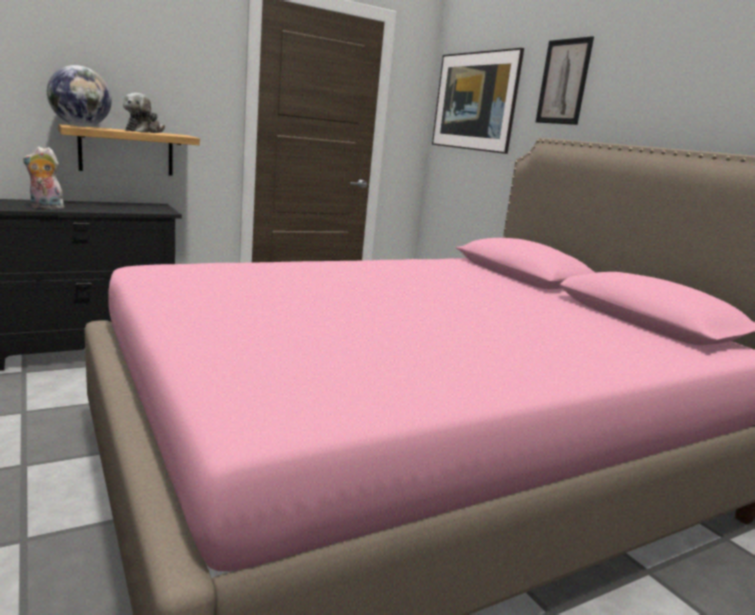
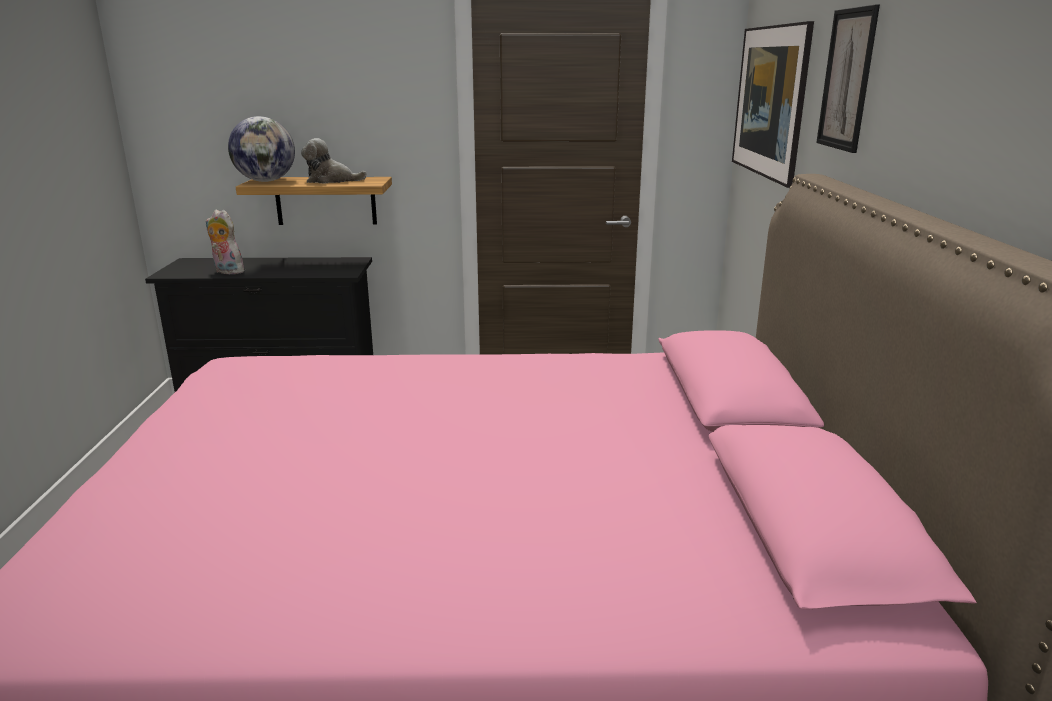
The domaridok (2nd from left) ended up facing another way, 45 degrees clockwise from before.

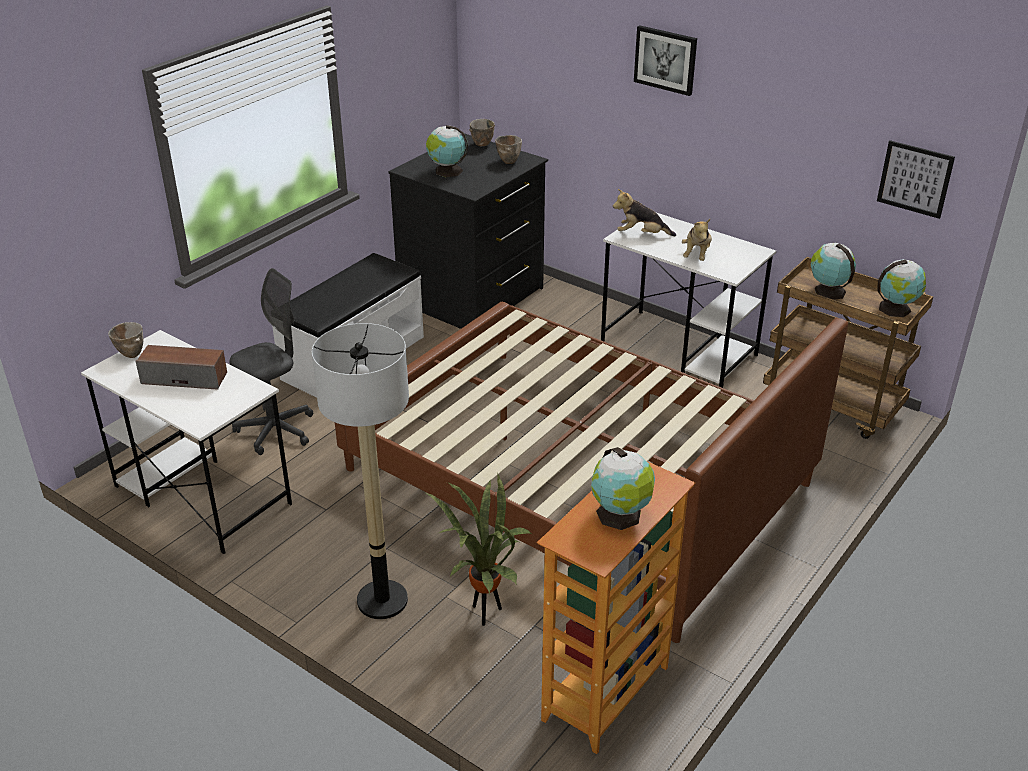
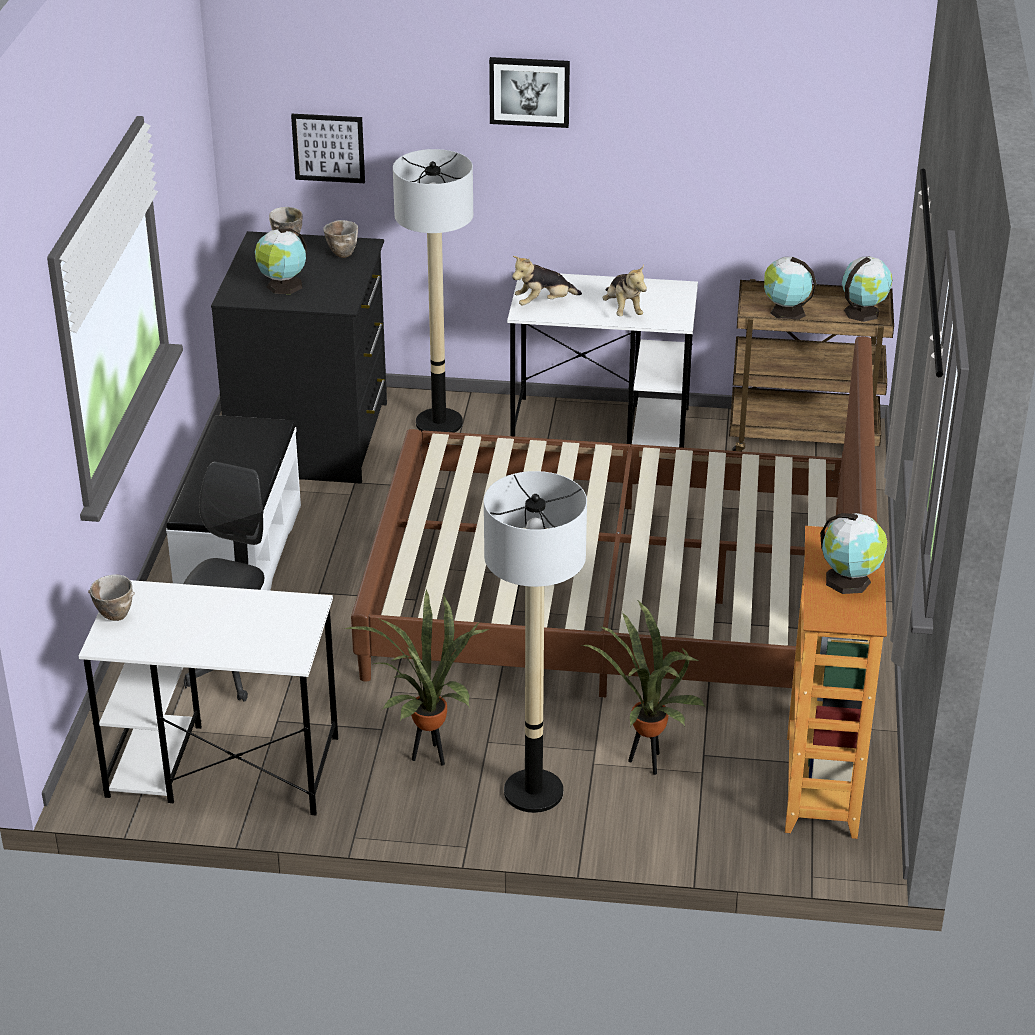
The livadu (2nd from left in the first image) ended up elsewhere. The second view lost the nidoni. The second view gained the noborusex (1st from left). The second view gained the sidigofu (1st from left).

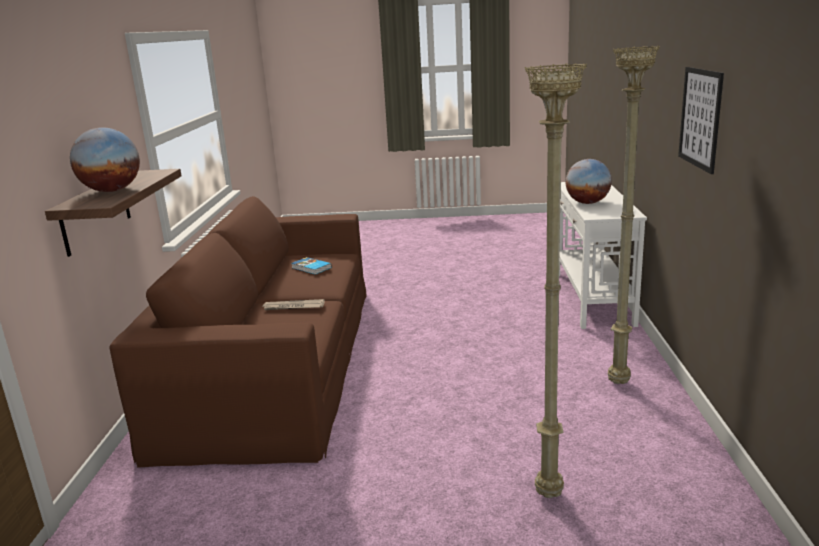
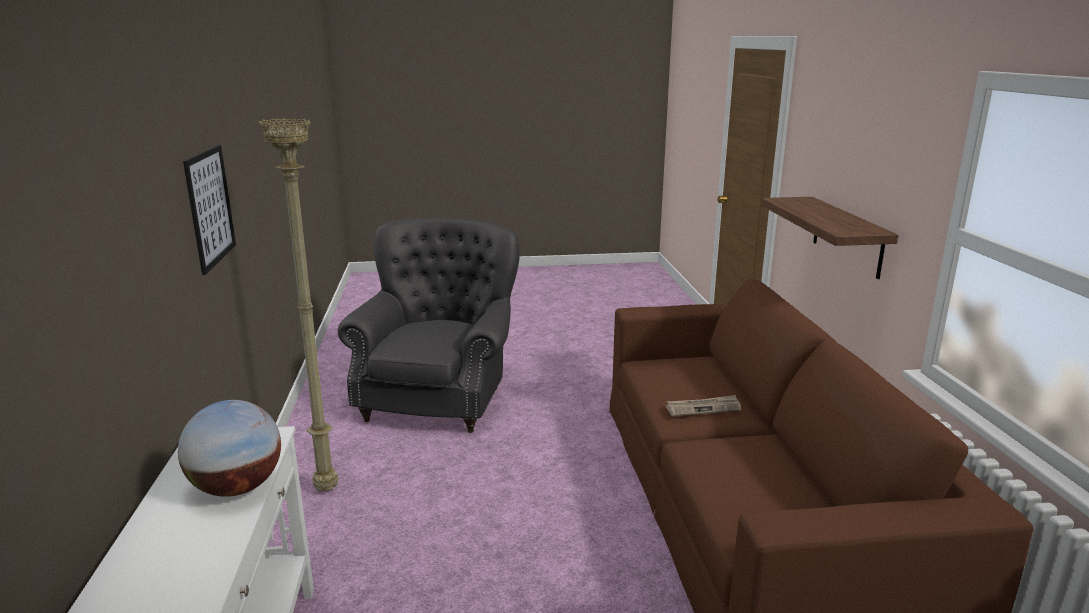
Where the beige noborusex (1st from left) stood, the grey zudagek came to stand. The second view lost the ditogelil (1st from left). The second view lost the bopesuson.

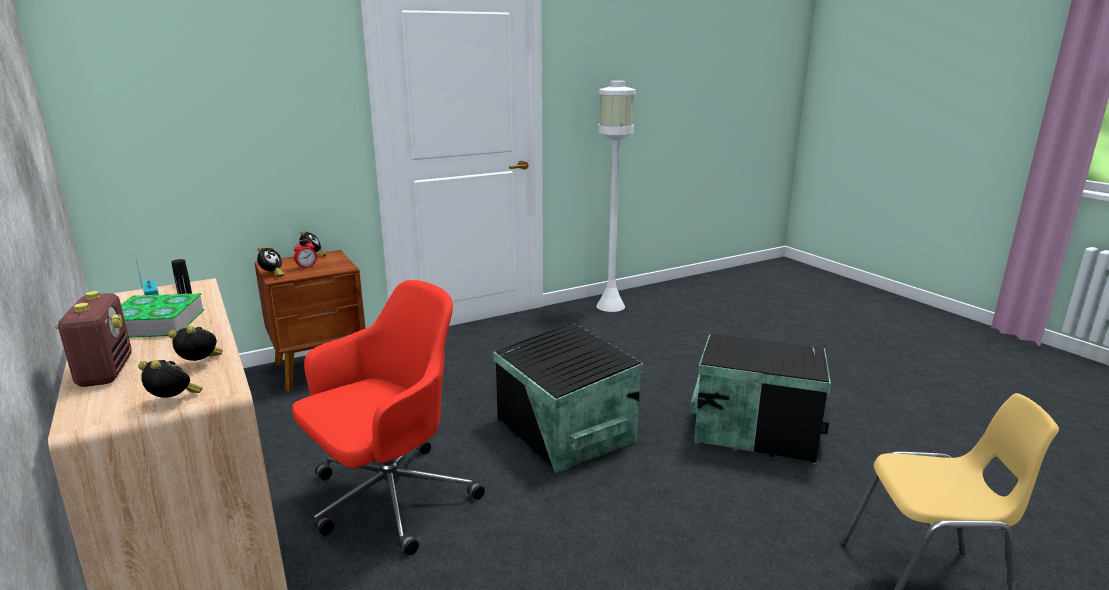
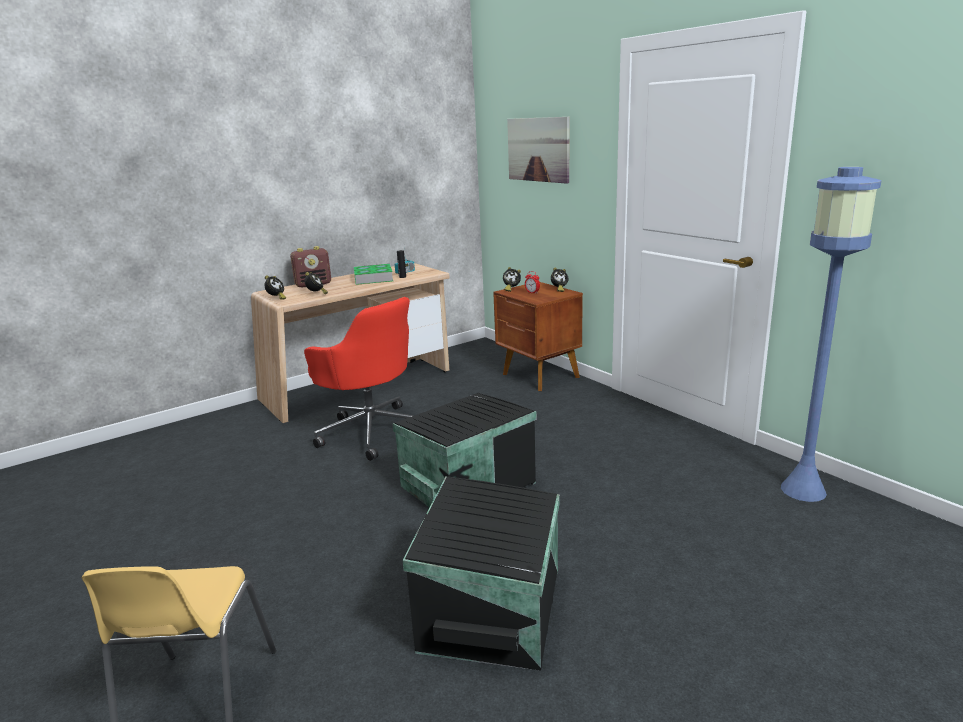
What was the white noborusex turned into the blue noborusex. The second view gained the livadu.

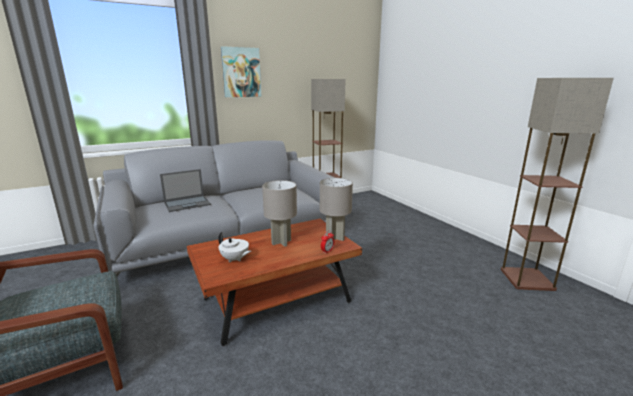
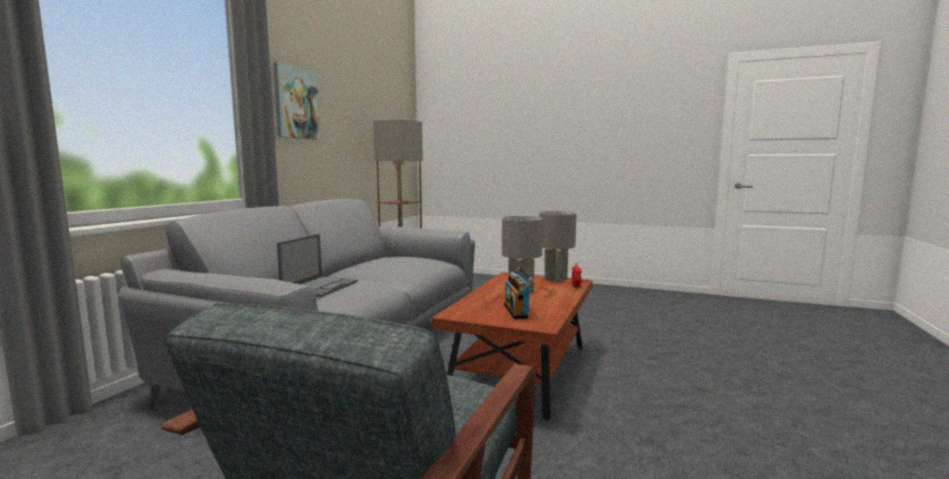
The second view lost the noborusex (2nd from left). Where the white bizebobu stood, the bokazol came to stand.

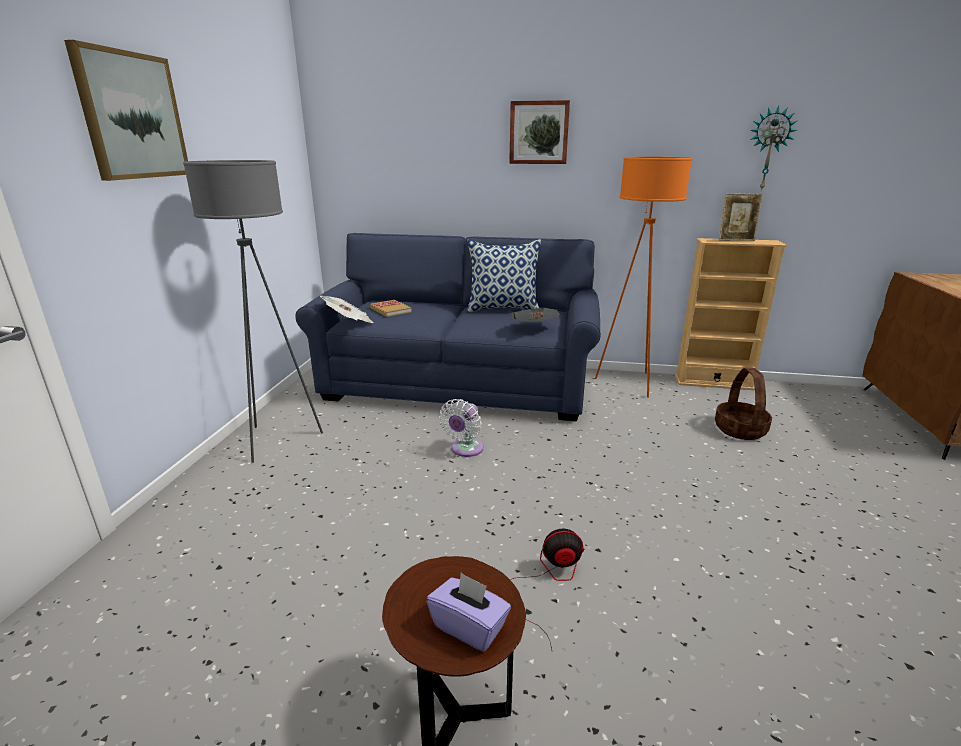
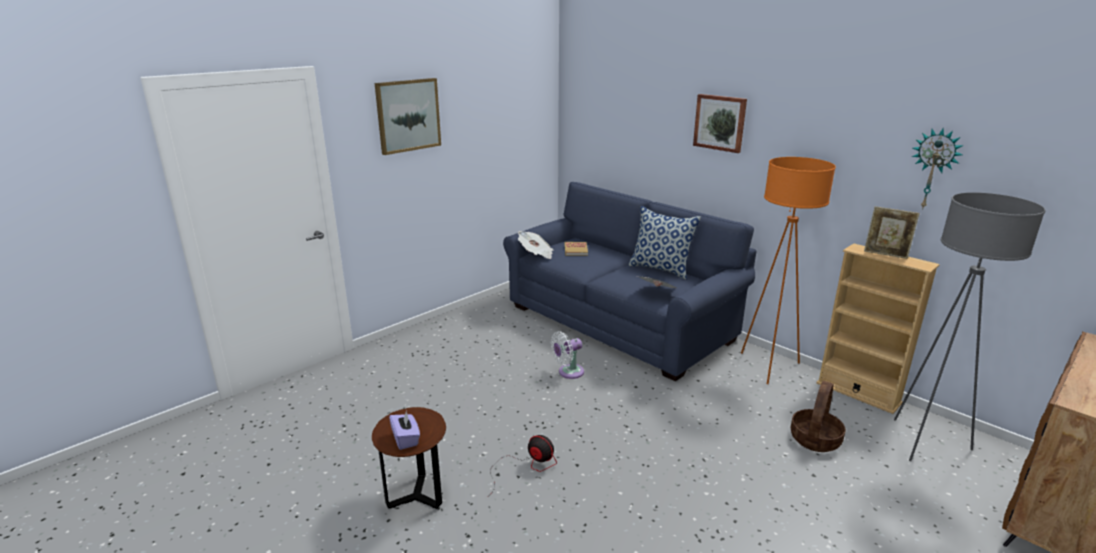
The grey noborusex ended up elsewhere.

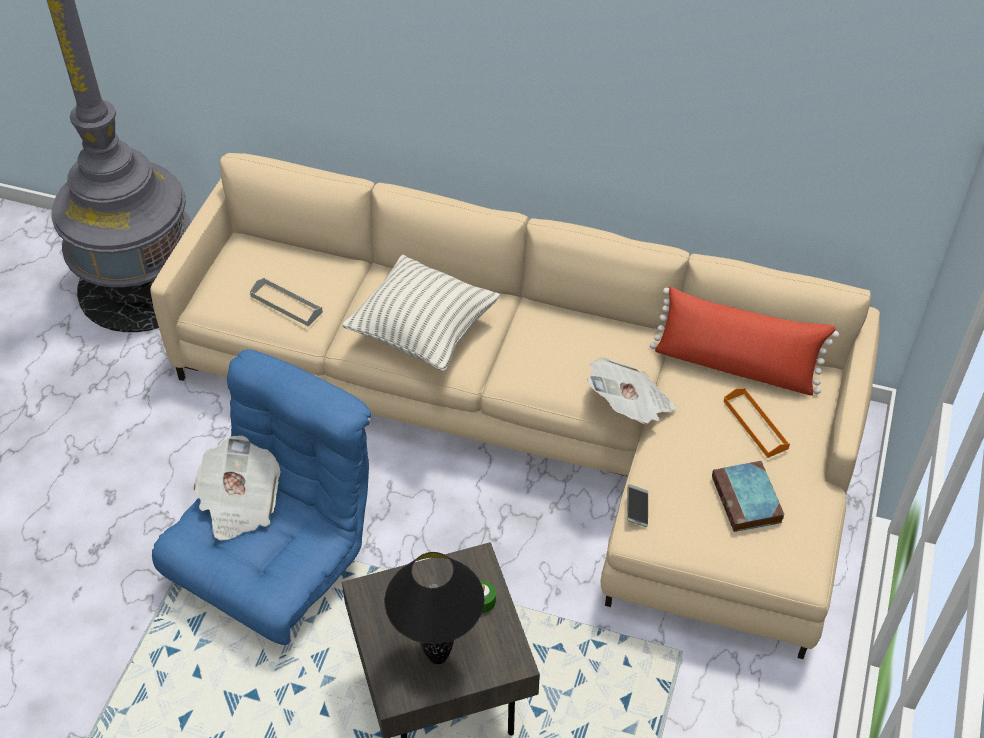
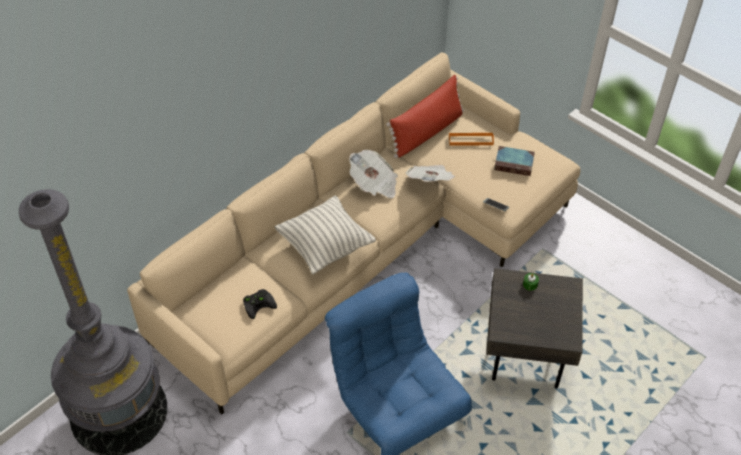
Where the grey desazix stood, the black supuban came to stand. The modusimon (1st from left) ended up elsewhere. The second view lost the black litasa.

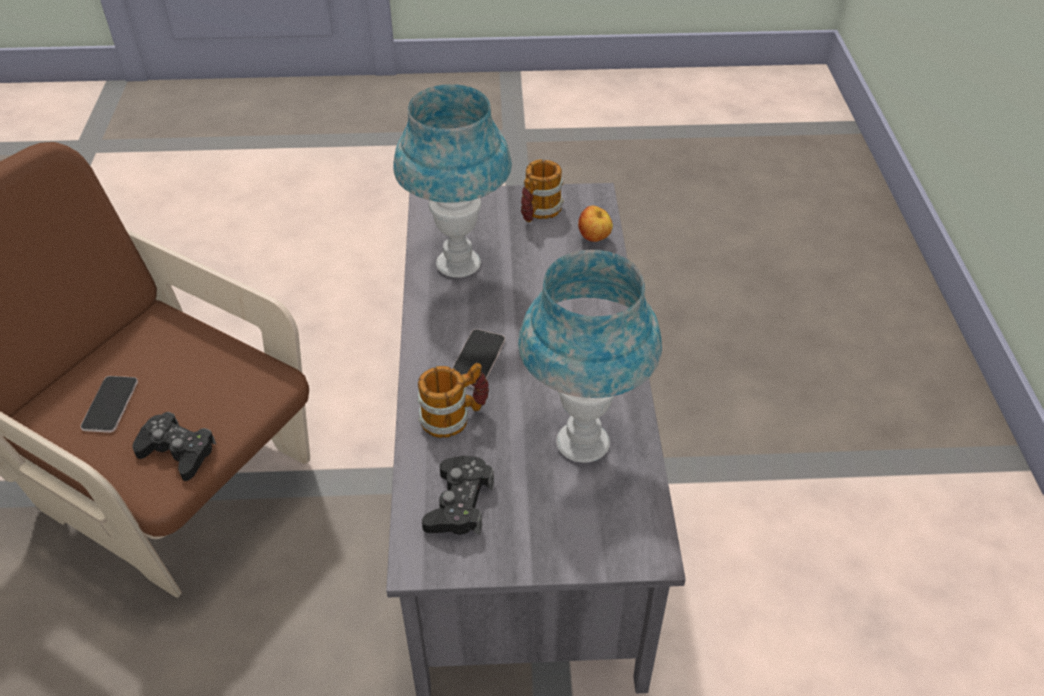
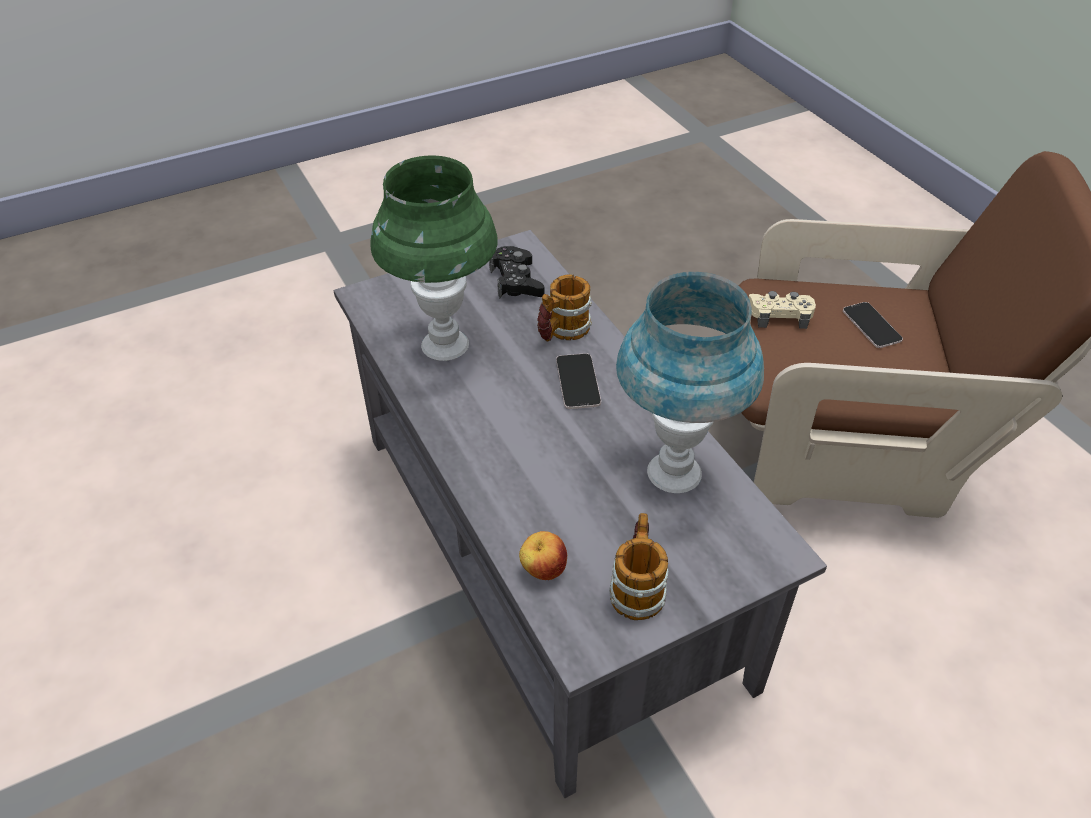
What was the blue litasa (2nd from left) turned into the green litasa. What was the black supuban (1st from left) turned into the beige supuban.

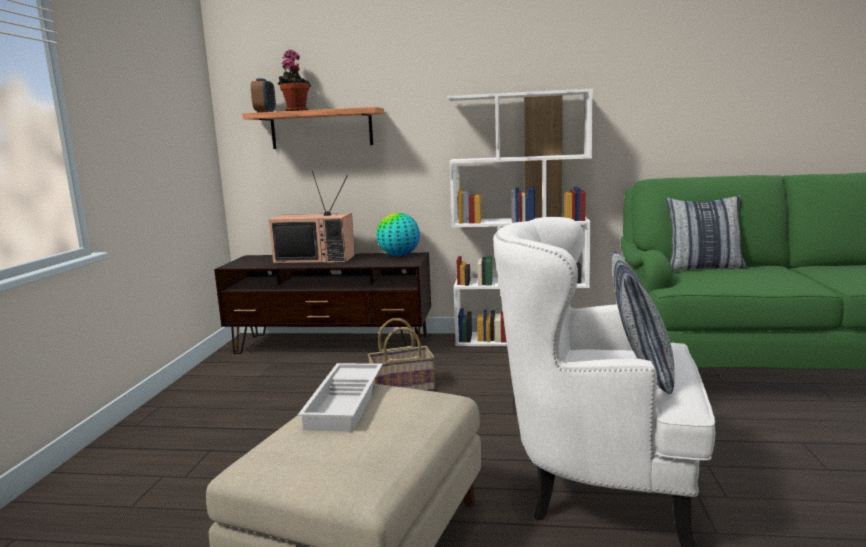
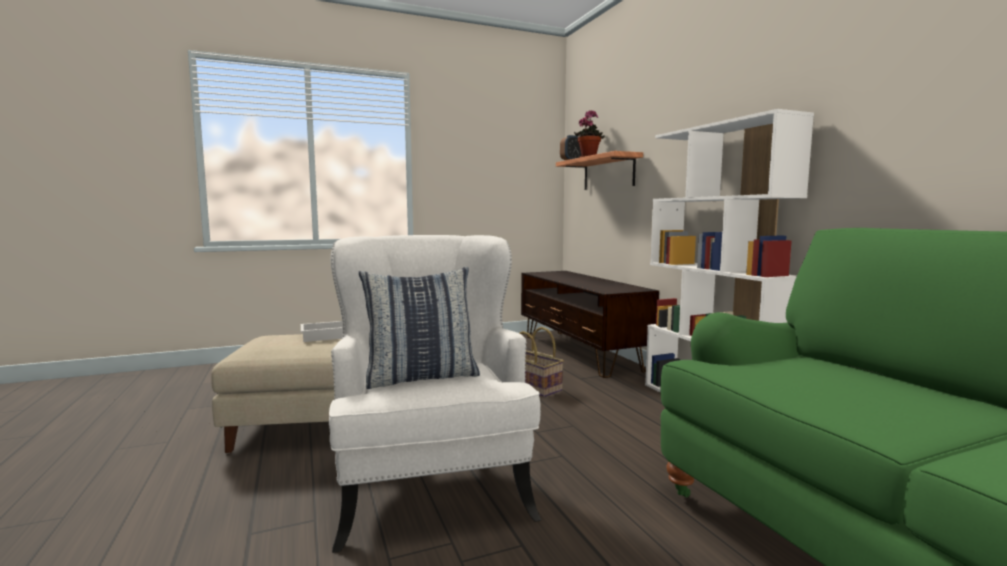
The second view lost the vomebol. The second view lost the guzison (2nd from left). The second view lost the ditogelil.

